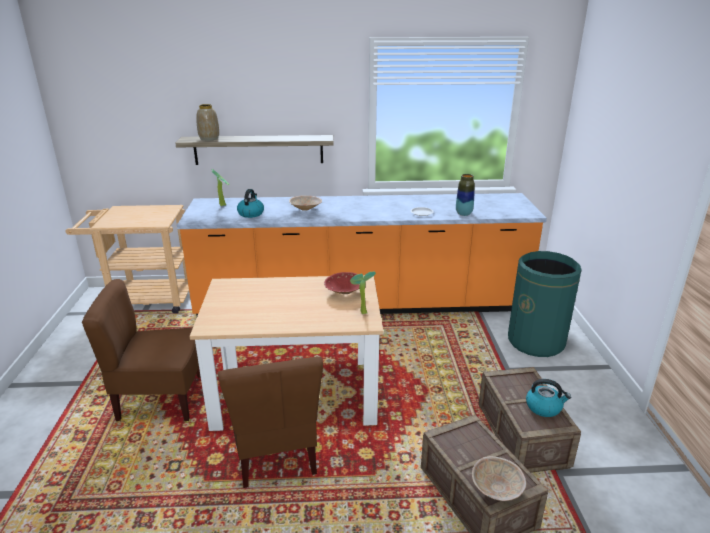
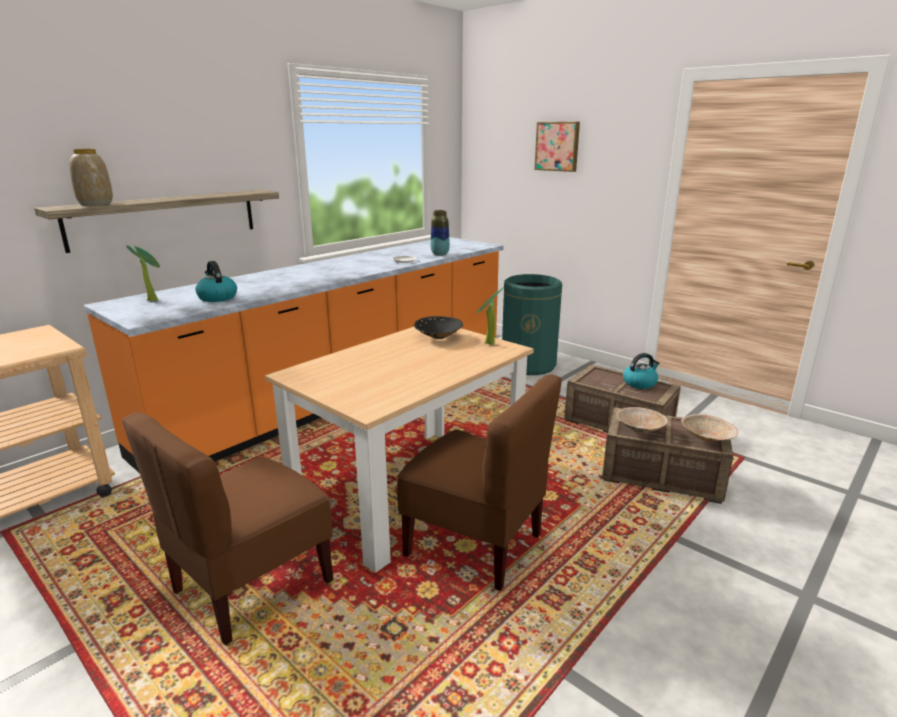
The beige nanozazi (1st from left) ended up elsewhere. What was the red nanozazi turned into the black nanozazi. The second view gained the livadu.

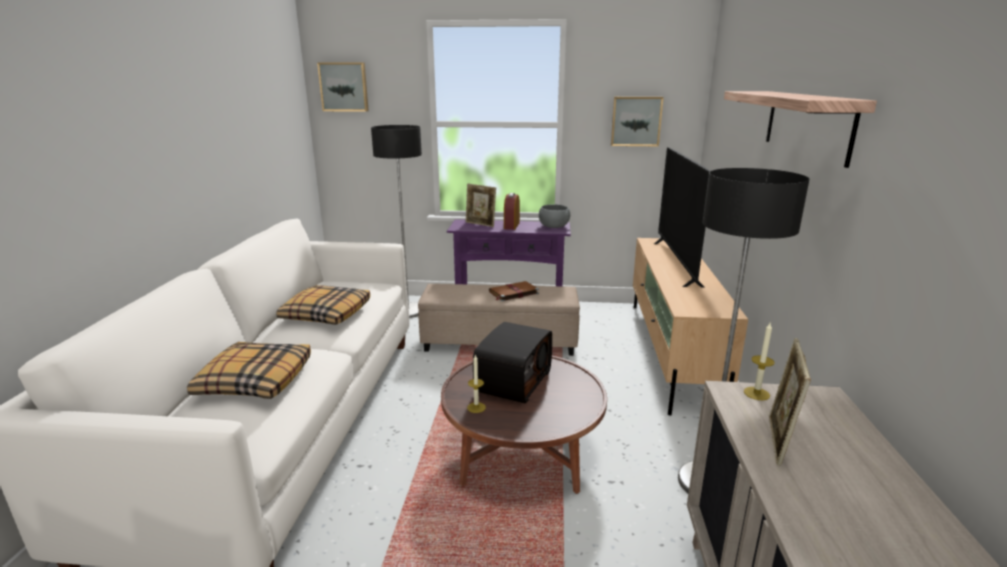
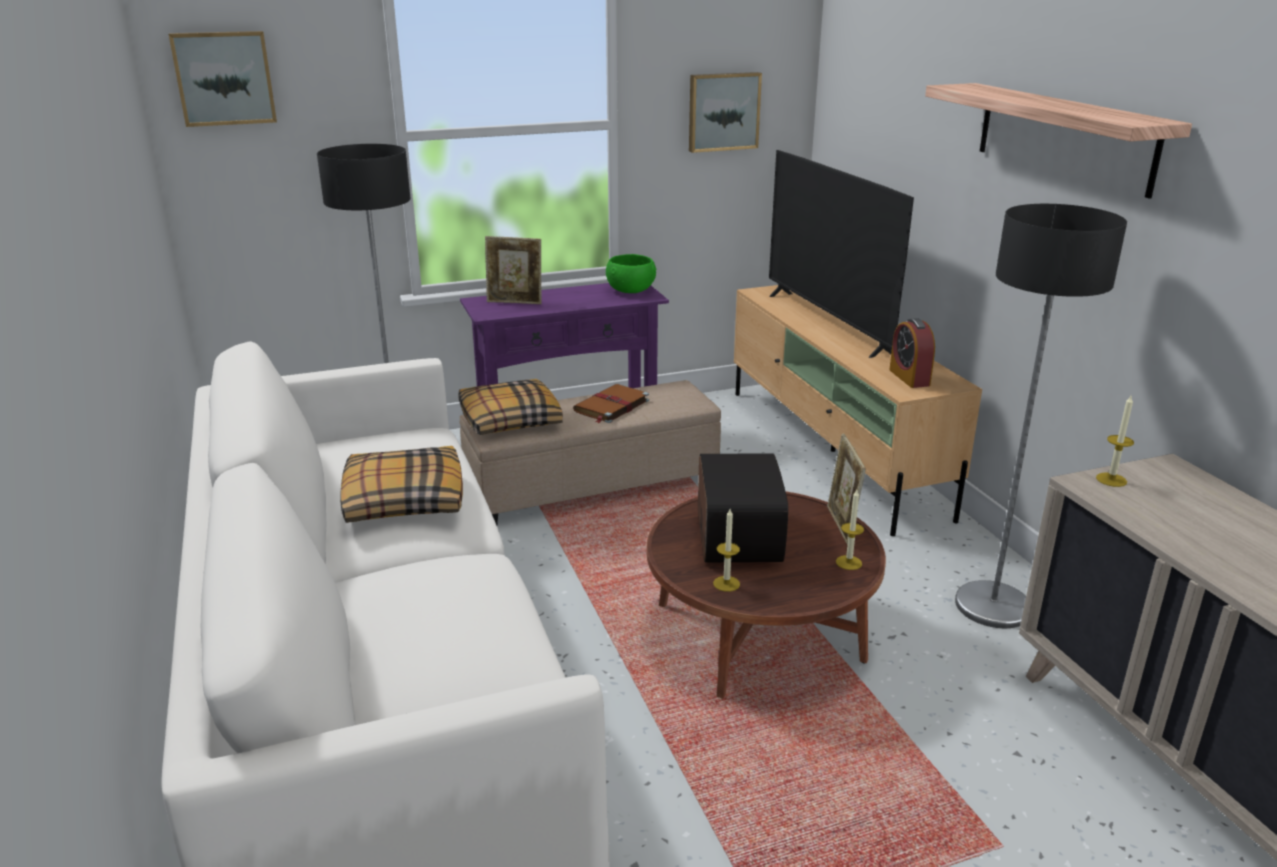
The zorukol ended up elsewhere. What was the grey nanozazi turned into the green nanozazi. The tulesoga (2nd from left) ended up elsewhere. The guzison (1st from left in the first image) ended up elsewhere. The second view gained the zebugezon (2nd from left).

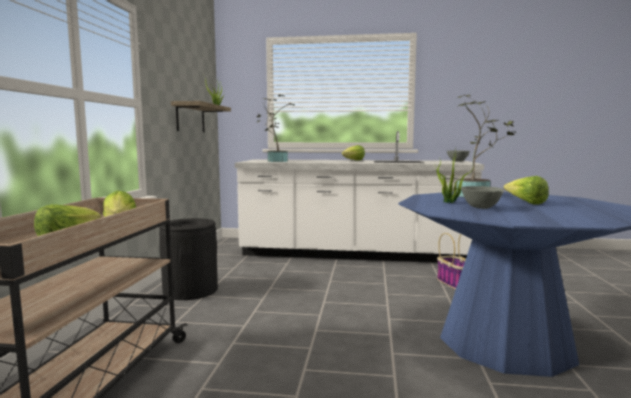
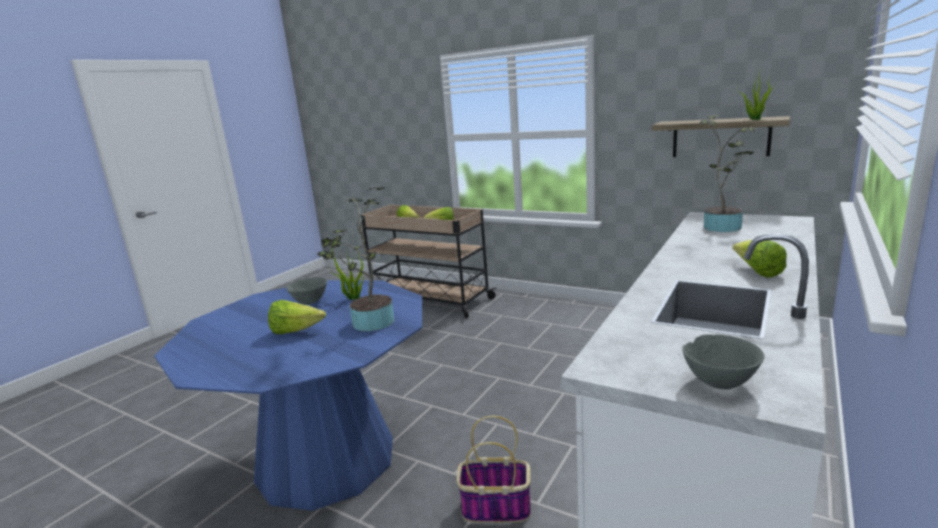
The second view lost the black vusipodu.

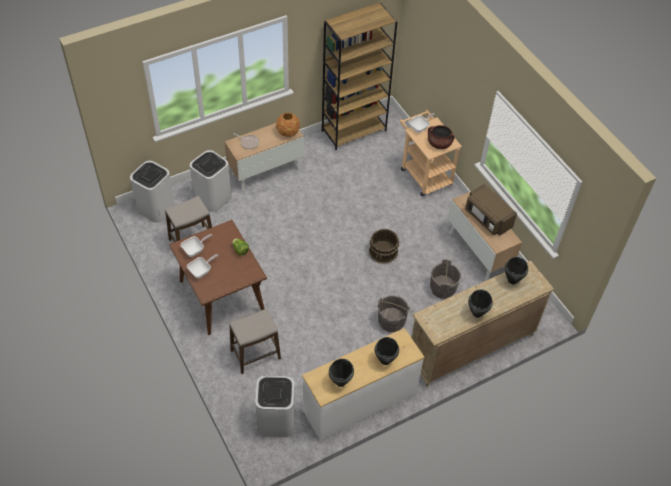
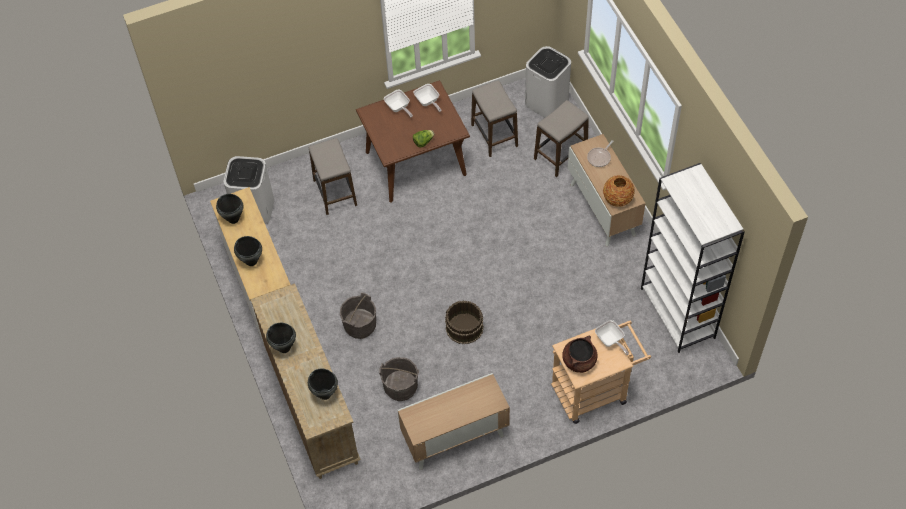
What was the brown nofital turned into the white nofital. Where the white vusipodu (2nd from left) stood, the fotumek (3rd from left) came to stand. The second view lost the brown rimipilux.

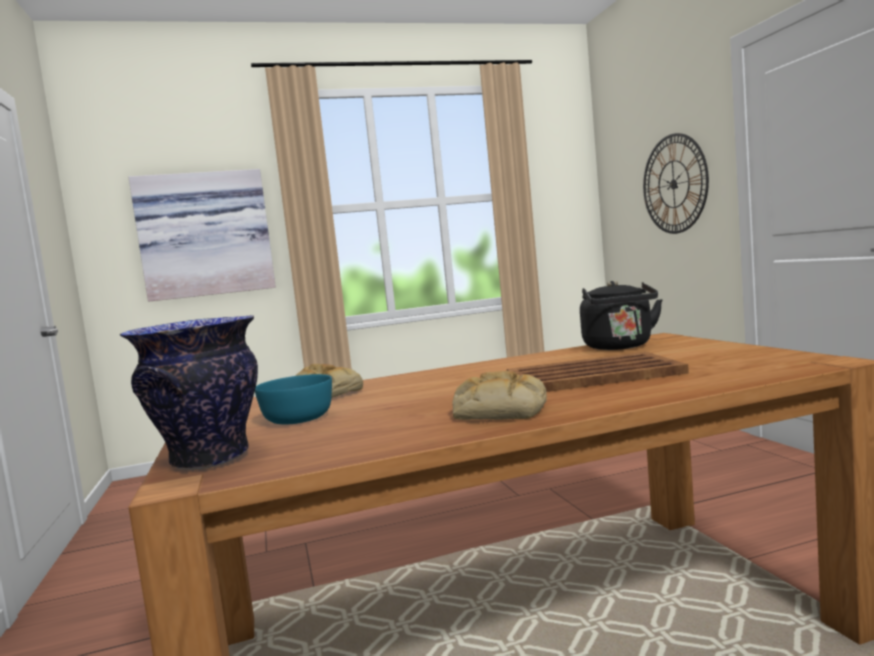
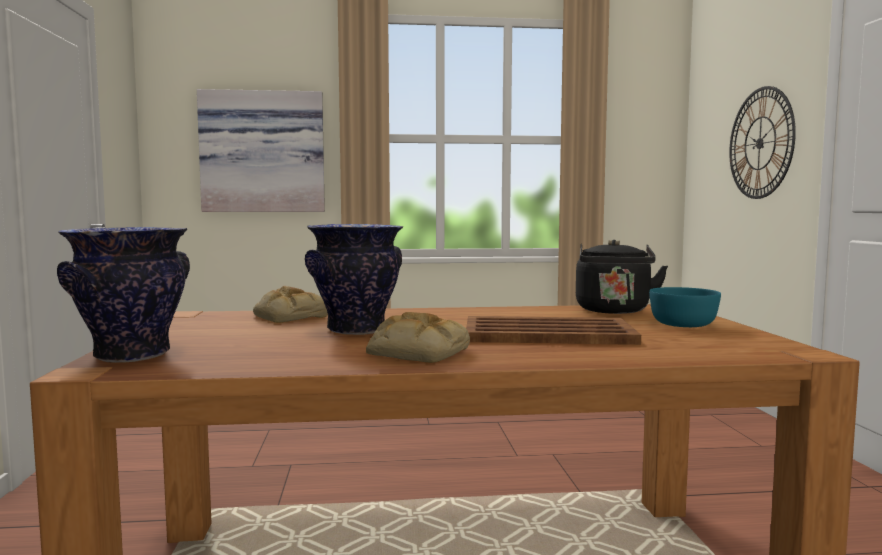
The turquoise nanozazi ended up elsewhere. The second view gained the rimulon (2nd from left).

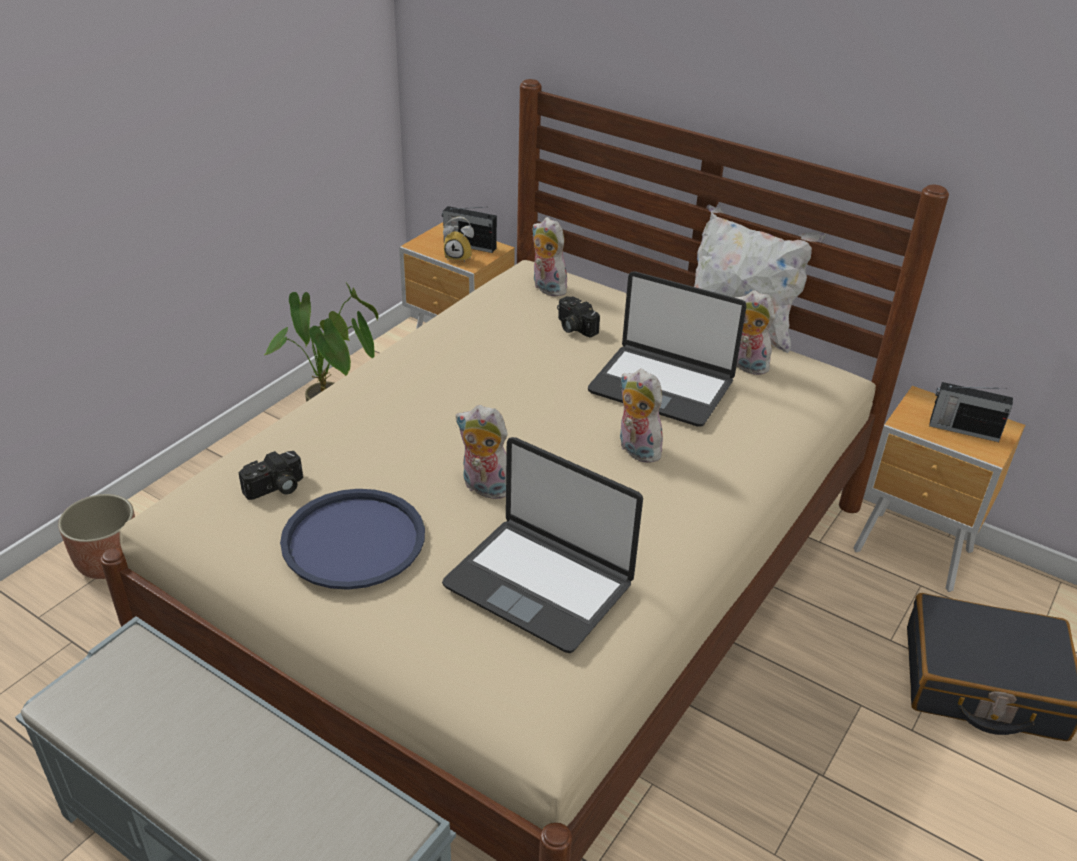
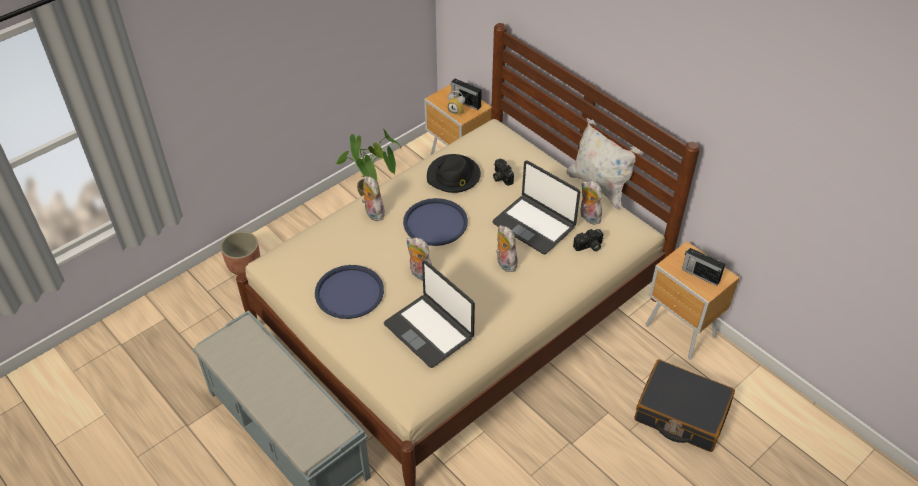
The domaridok (2nd from left in the first image) ended up elsewhere. The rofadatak (1st from left in the first image) ended up elsewhere. The second view gained the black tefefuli. The second view gained the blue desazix (2nd from left).

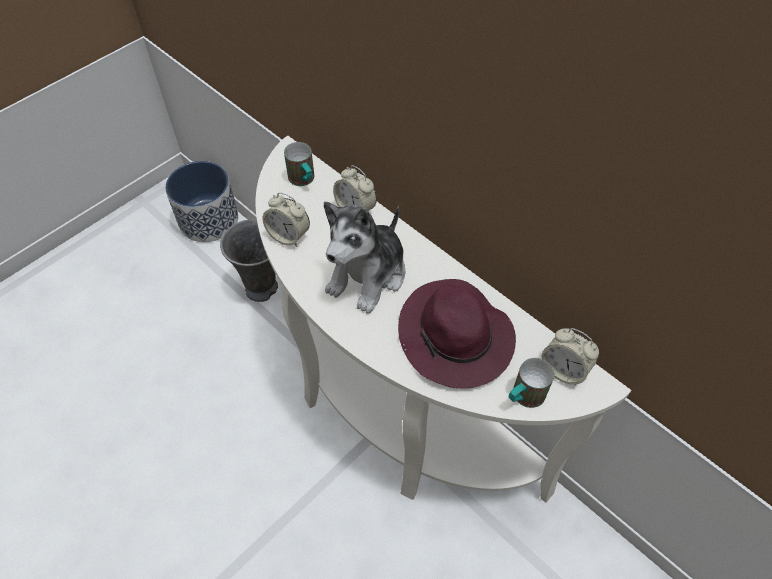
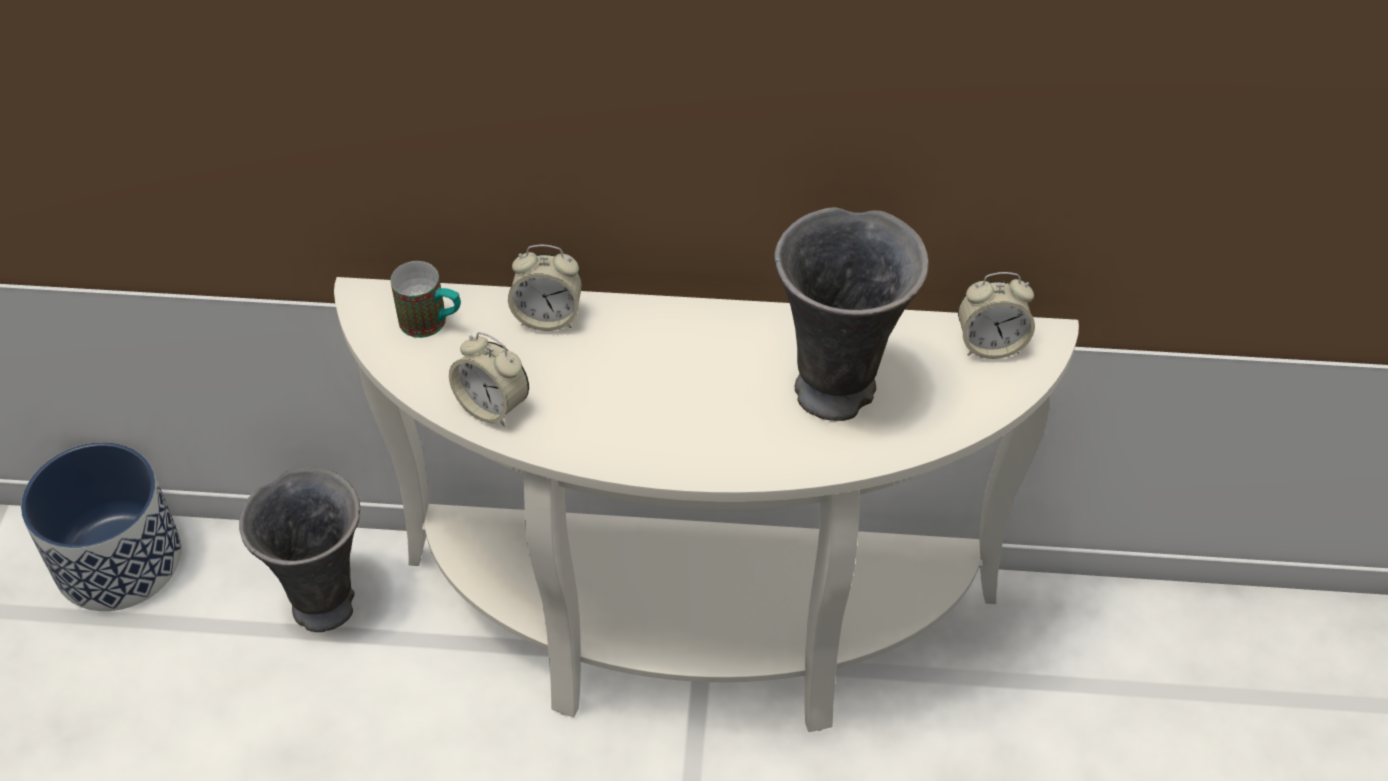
The zorukol (1st from left) ended up facing another way, 45 degrees clockwise from before. The second view lost the domaridok. Where the purple tefefuli stood, the grey rimulon (2nd from left) came to stand. The second view lost the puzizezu (2nd from left).

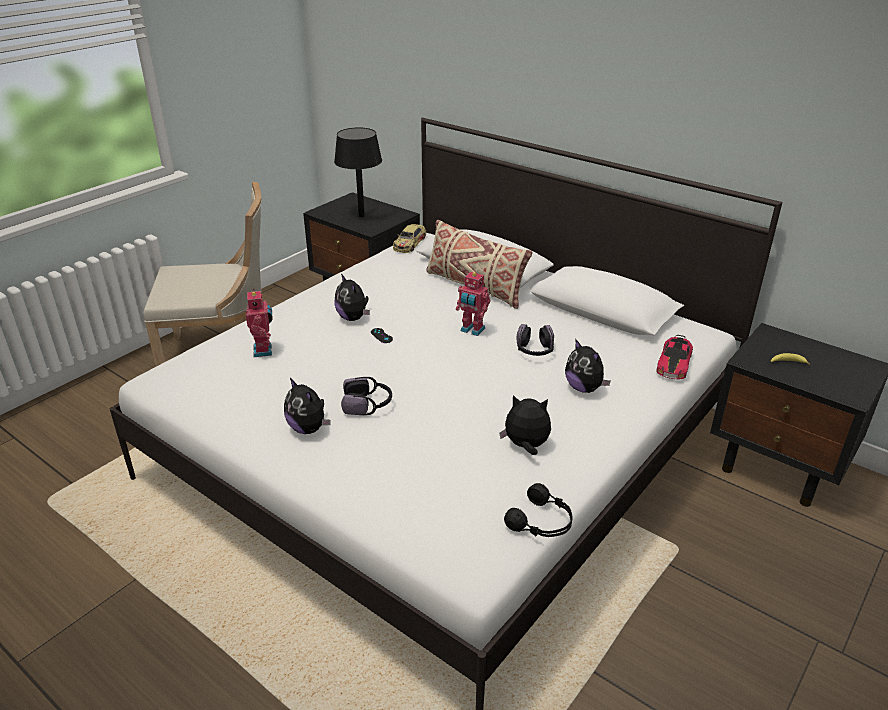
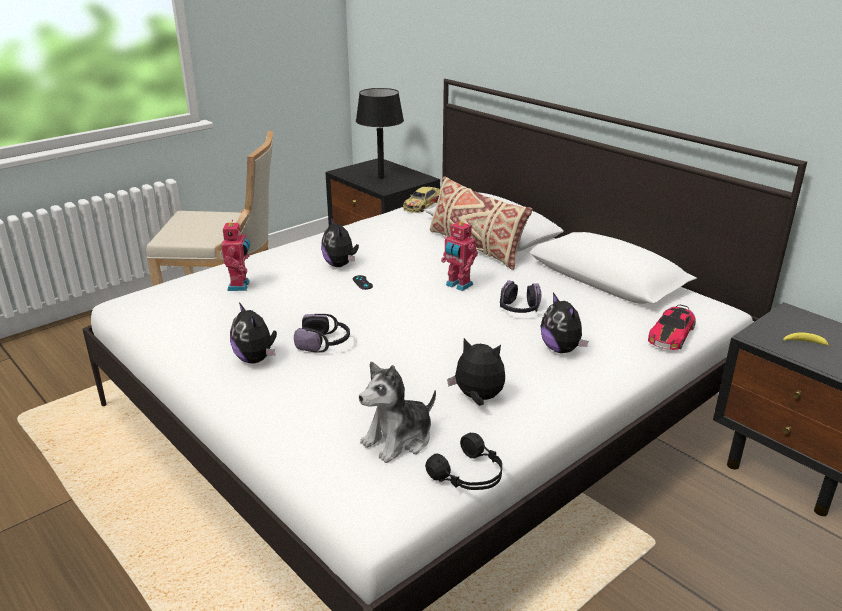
The second view gained the domaridok (3rd from left).

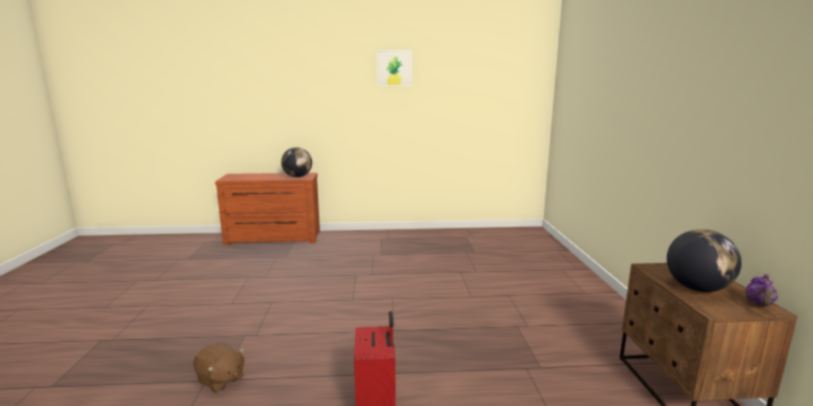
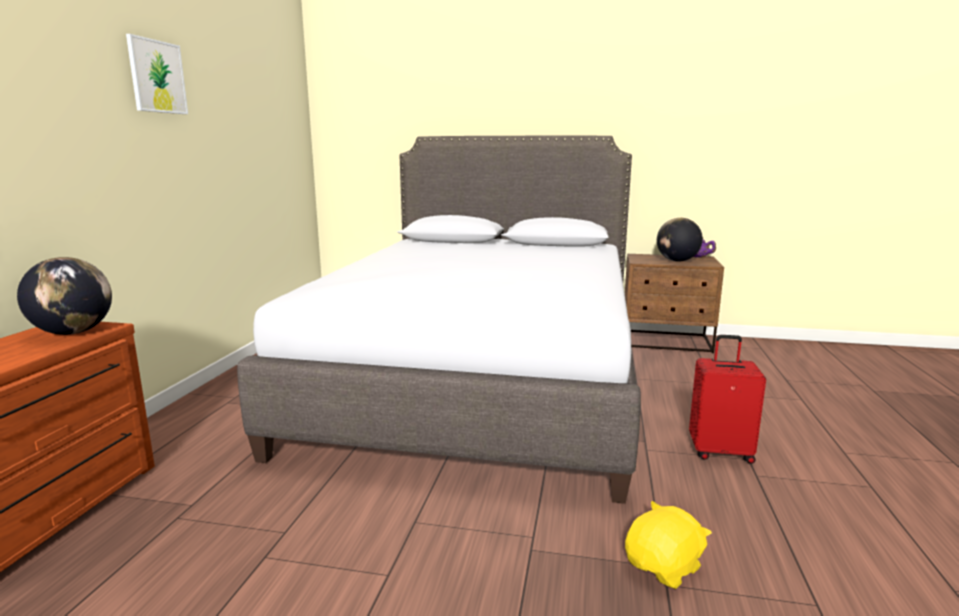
What was the brown domaridok turned into the yellow domaridok. The second view gained the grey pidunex.

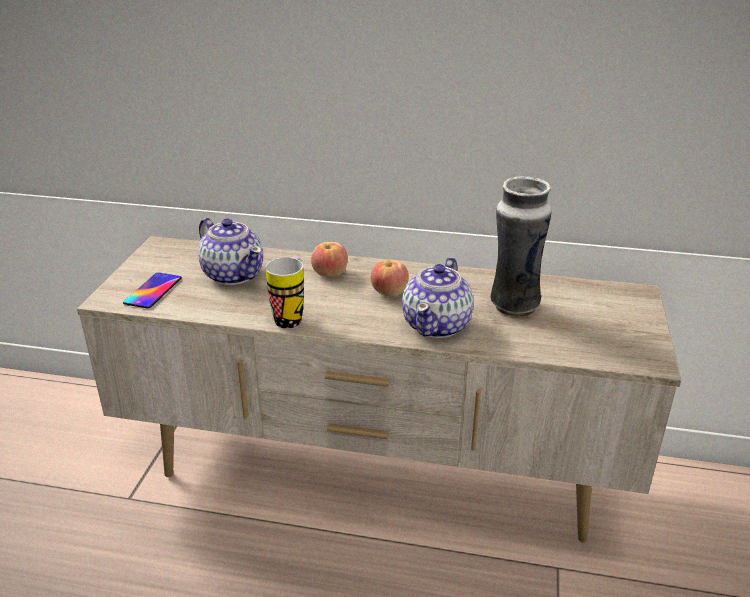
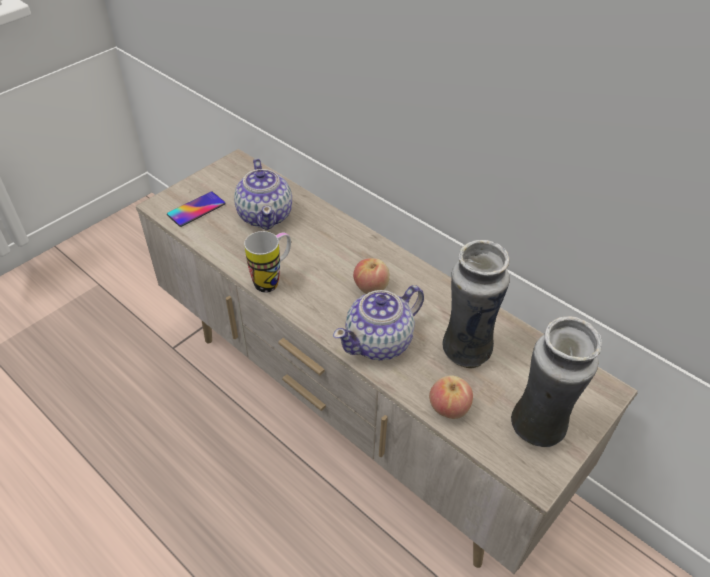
The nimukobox (1st from left in the first image) ended up elsewhere. The second view gained the rimulon (2nd from left).

